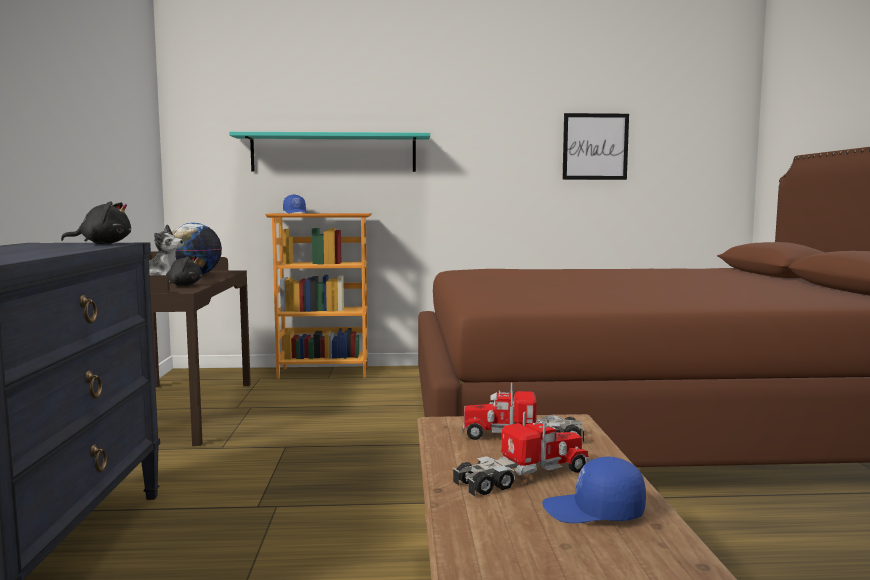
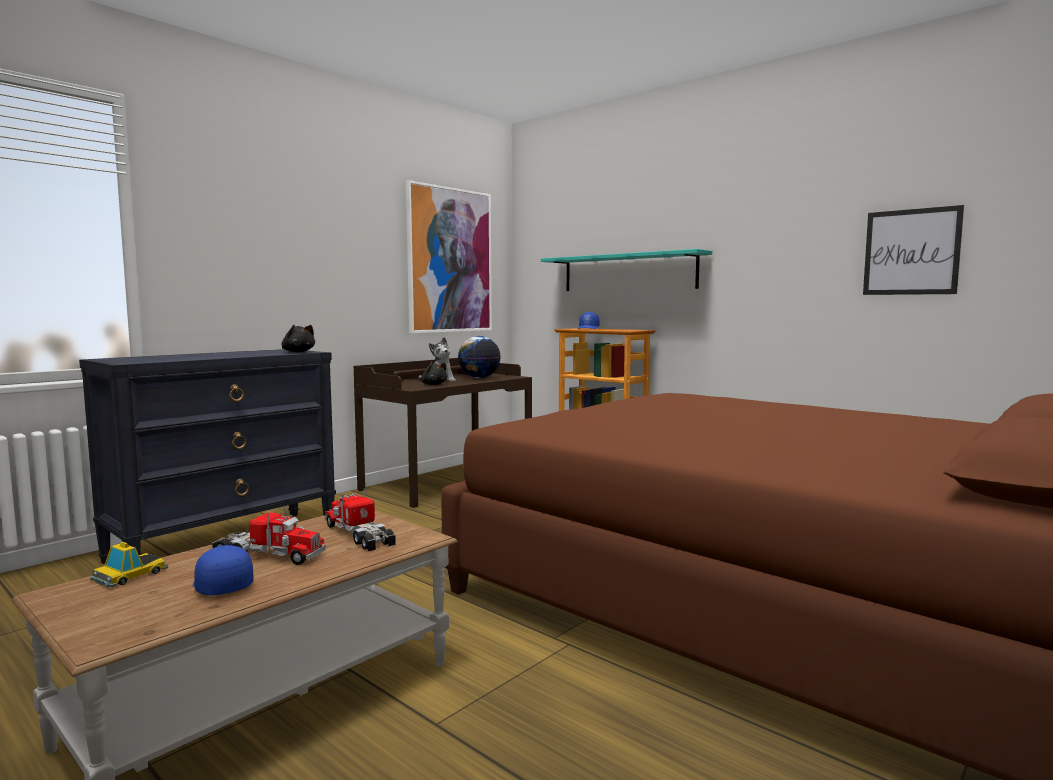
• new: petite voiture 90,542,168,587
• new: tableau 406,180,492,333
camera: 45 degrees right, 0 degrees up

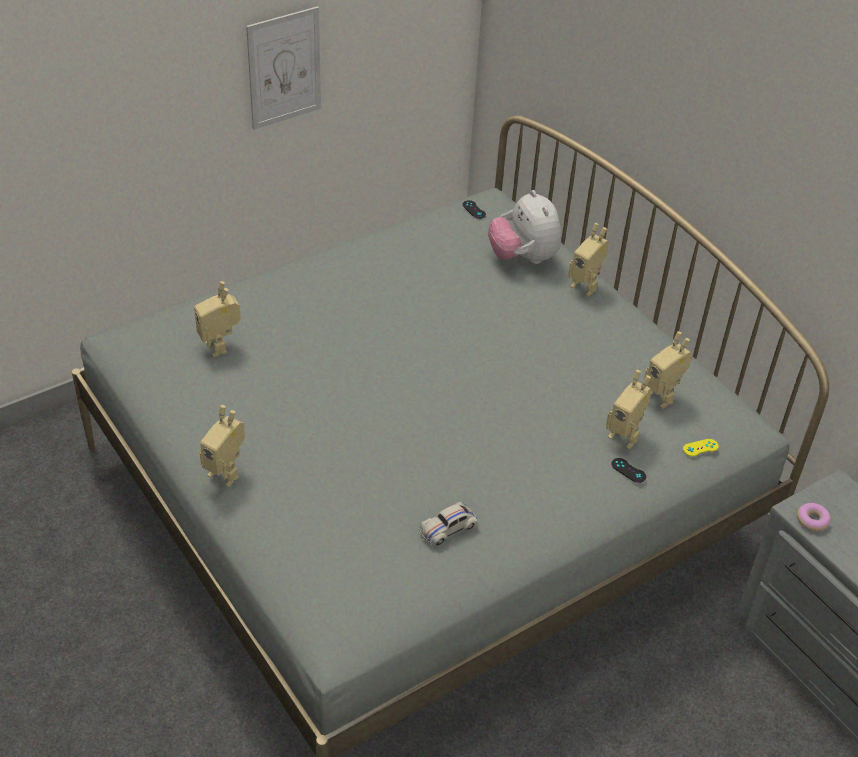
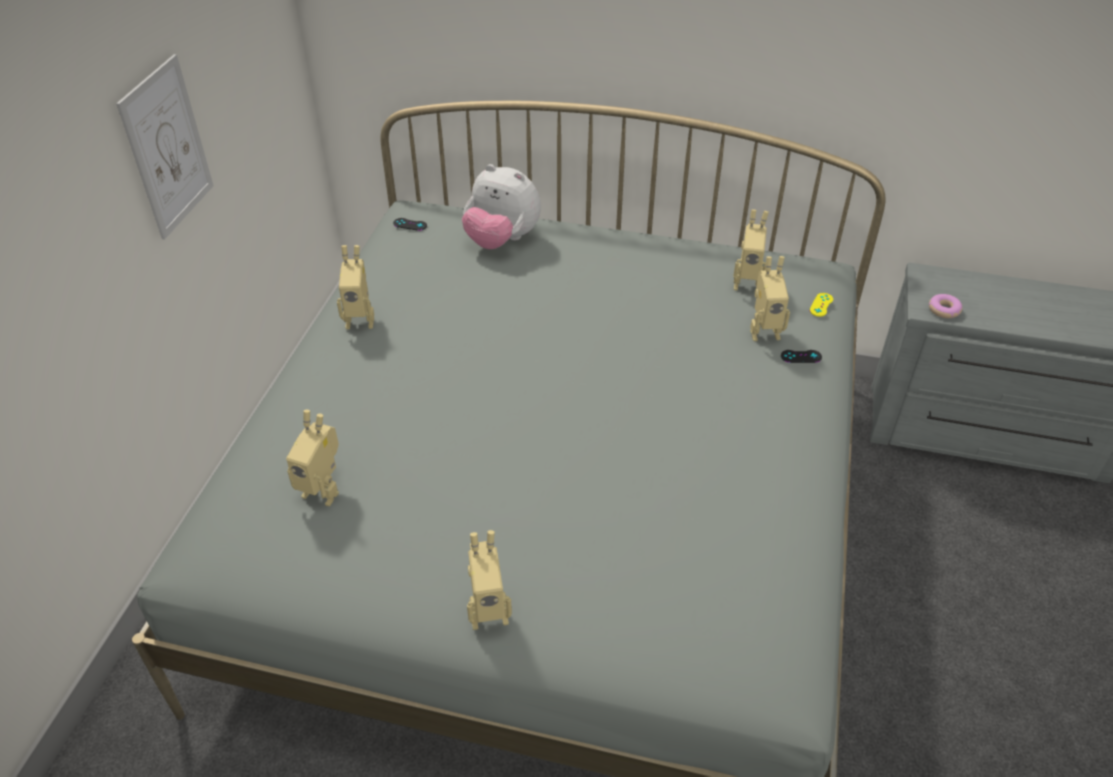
• gone: petite voiture [blanc] 419,502,478,546
• shifted: robot jouet 568,223,609,297 to 337,245,374,329
camera: 40 degrees left, 0 degrees up

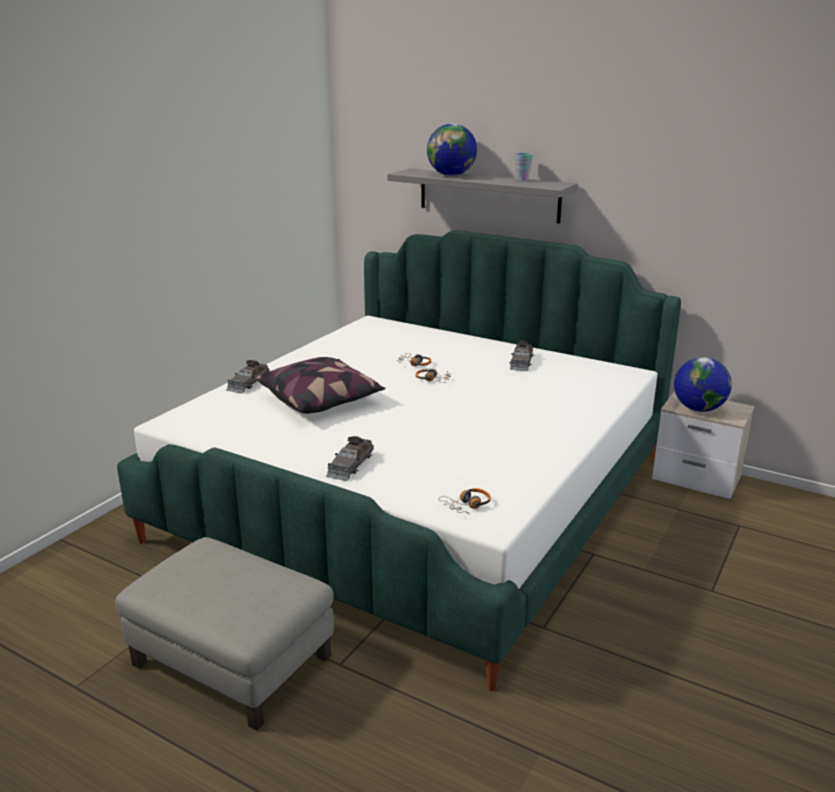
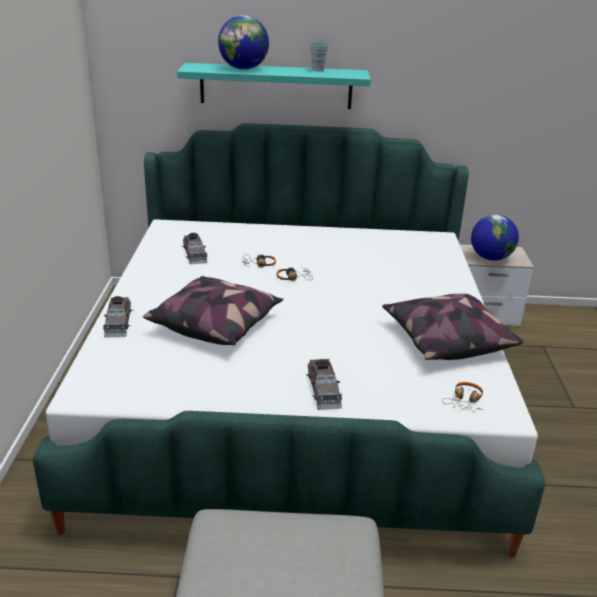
• repainted: étagère [gris] 387,168,578,224 to étagère [turquoise] 177,63,371,109
• shifted: petite voiture [gris] 509,340,534,371 to 182,233,207,264
• new: coussin 382,293,523,360
camera: 30 degrees left, 5 degrees up

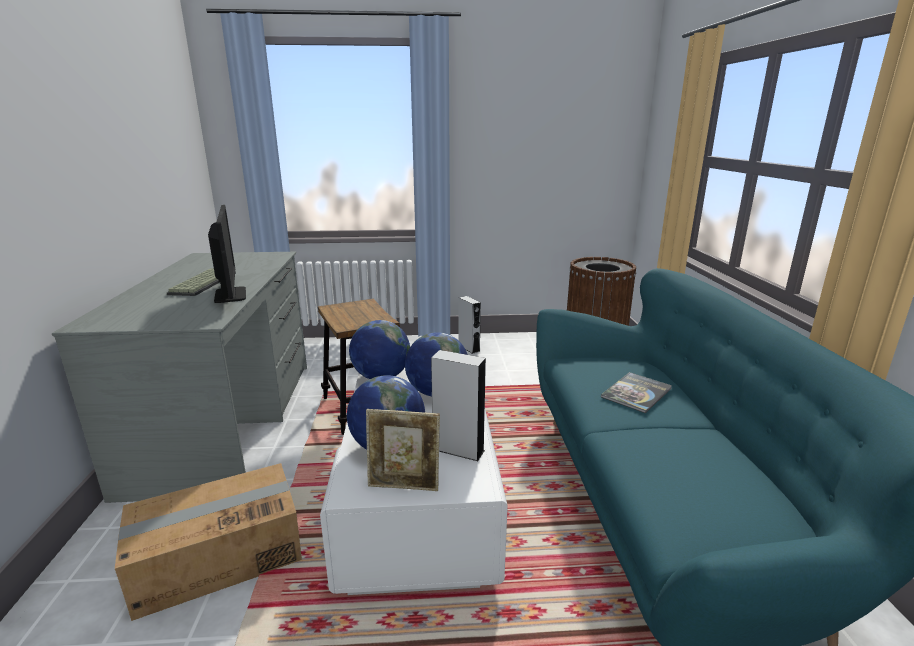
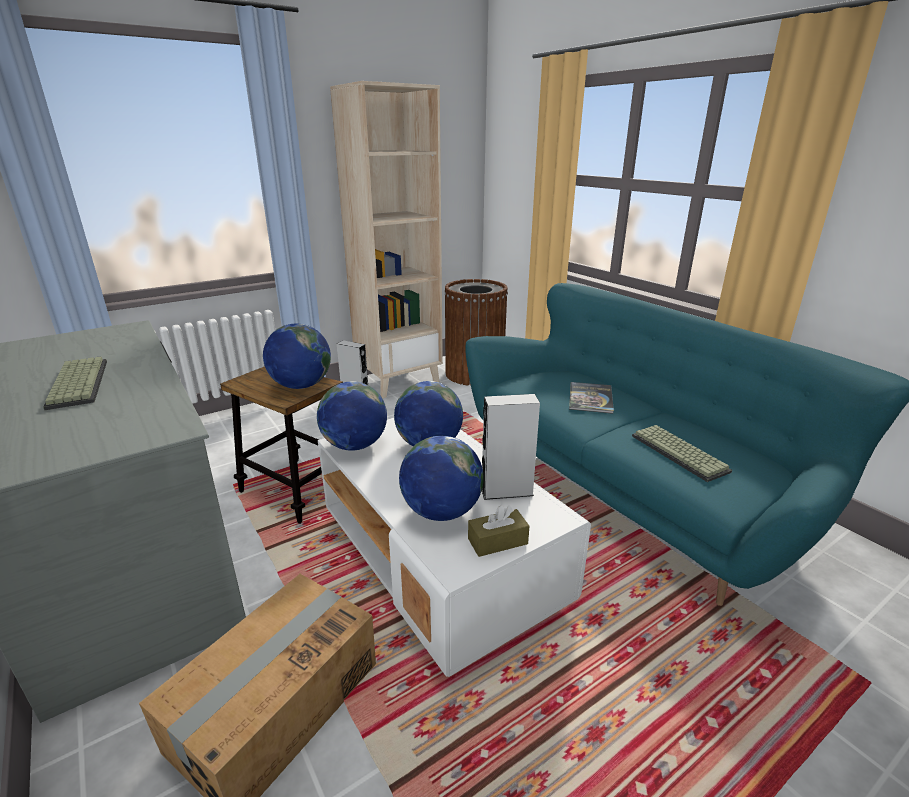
• gone: écran d'ordinateur 208,205,246,303
• swapped: cadre photo 366,409,440,491 to boîte à mouchoirs [marron] 468,505,529,557
• new: globe 263,324,331,389
• new: bibliothèque [beige] 330,81,443,398
• new: clavier 632,425,732,482
camera: 30 degrees left, 5 degrees up

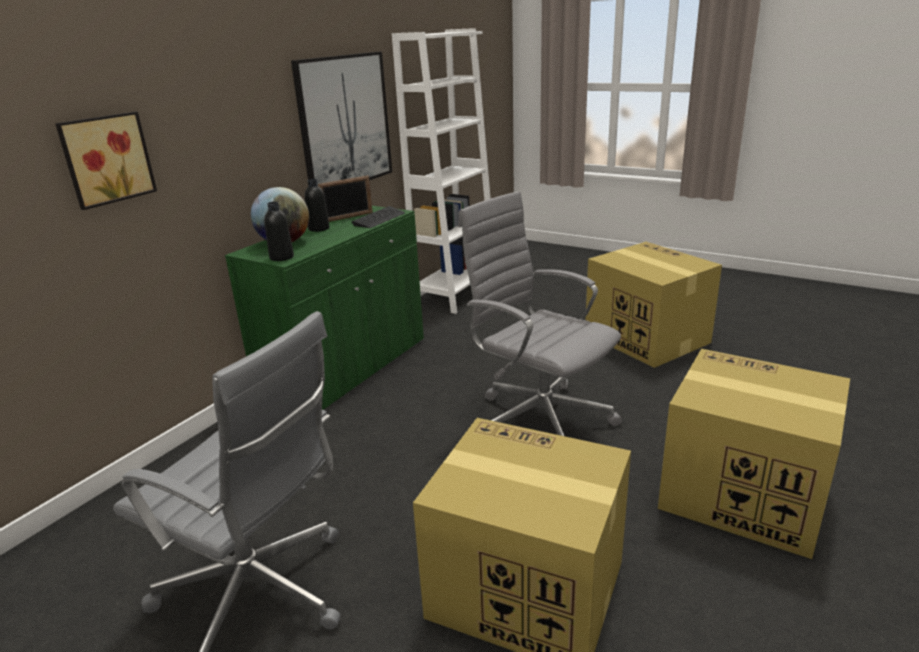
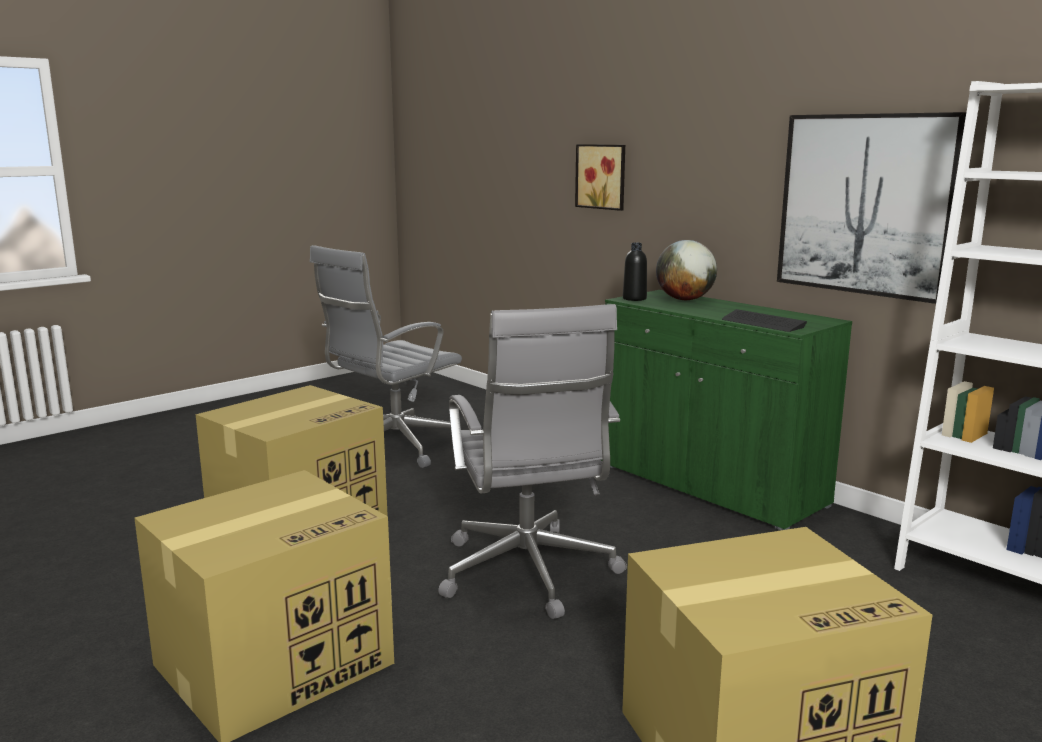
• gone: bouteille [noir] 304,179,329,232
• gone: cadre photo 318,175,373,222
• rotated: chaise de bureau [gris] 458,191,622,436 = 438,304,627,619 105 degrees clockwise
camera: 105 degrees right, 10 degrees down

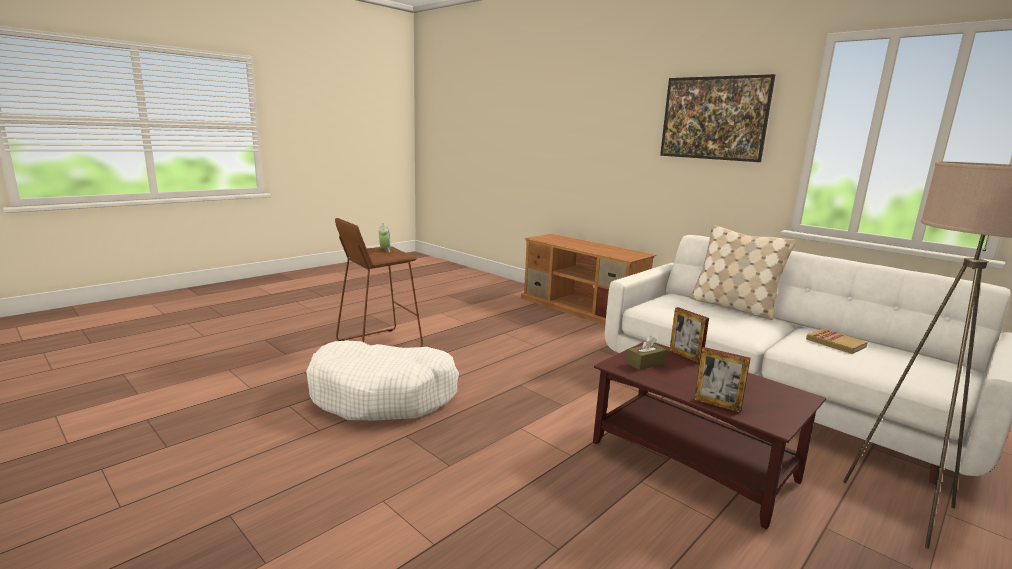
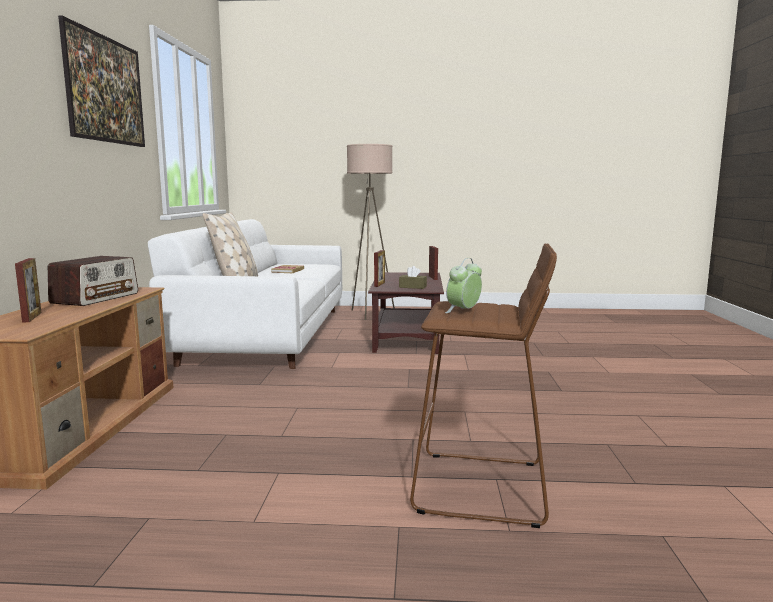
• gone: panier pour chien [blanc] 306,340,459,421
• new: cadre photo 15,258,42,323
• new: radio 48,256,138,306
camera: 130 degrees left, 5 degrees down

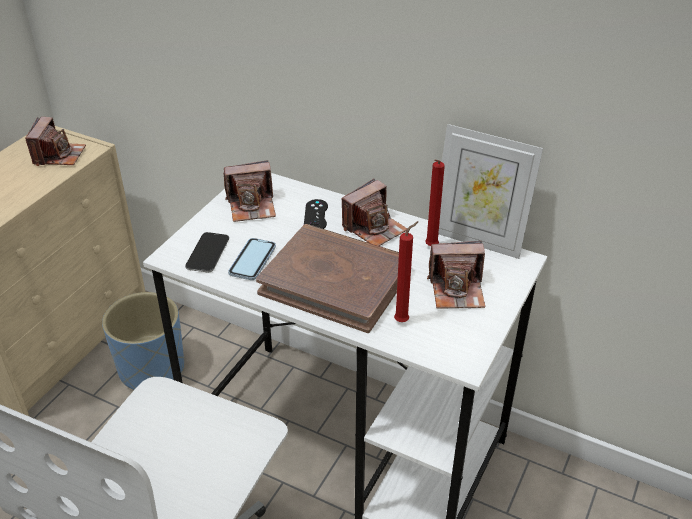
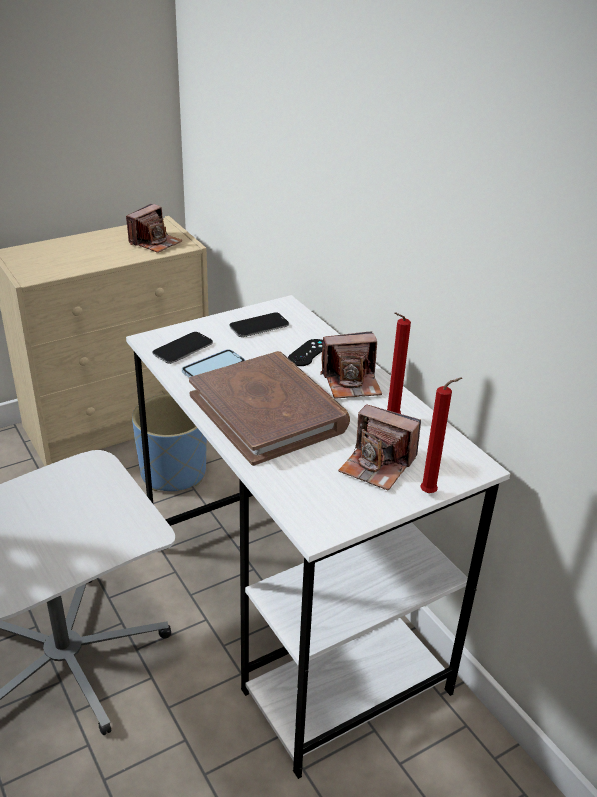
• swapped: appareil photo 223,160,276,222 to téléphone 229,312,289,337
• shifted: bougie [rouge] 394,221,419,322 to 420,378,462,493
• gone: cadre photo 438,124,543,259
camera: 30 degrees right, 5 degrees down

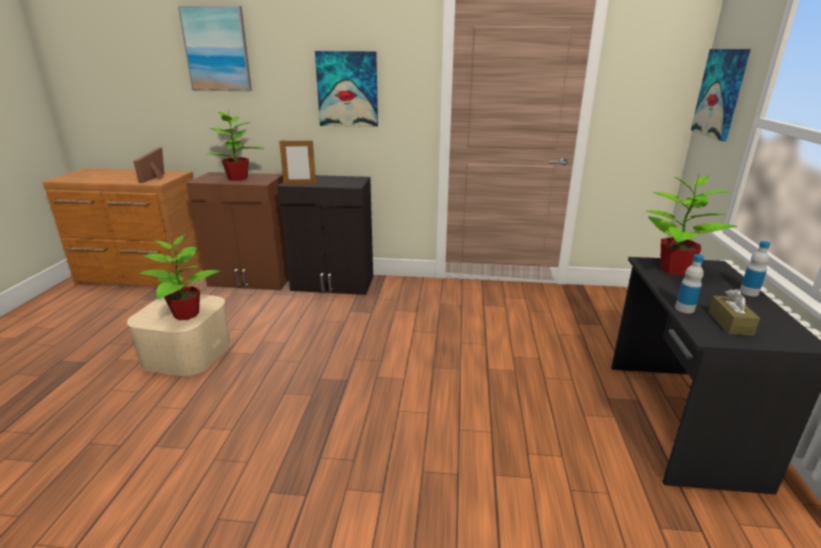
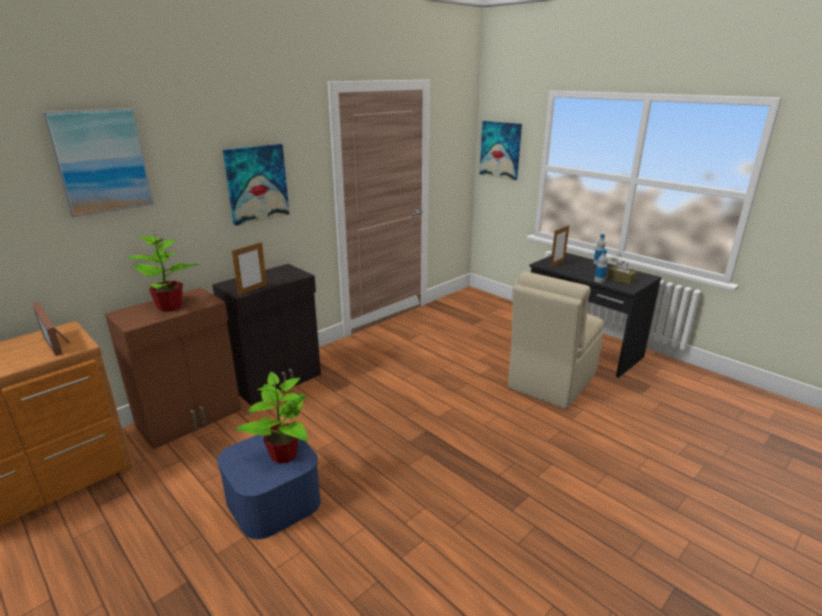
• repainted: boîte de rangement [beige] 127,294,231,376 to boîte de rangement [bleu] 217,435,321,539
• swapped: plante en pot 646,174,737,276 to cadre photo 550,225,569,267
• new: chaise [beige] 508,271,604,409
camera: 50 degrees left, 0 degrees up

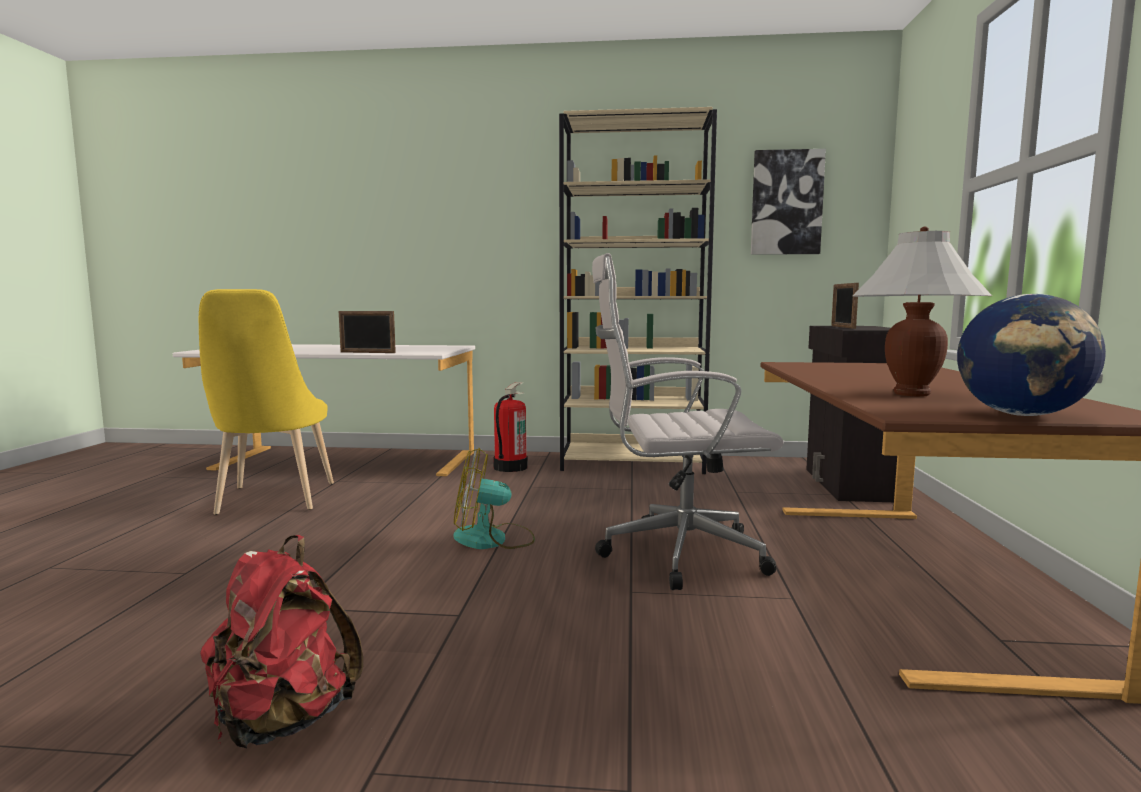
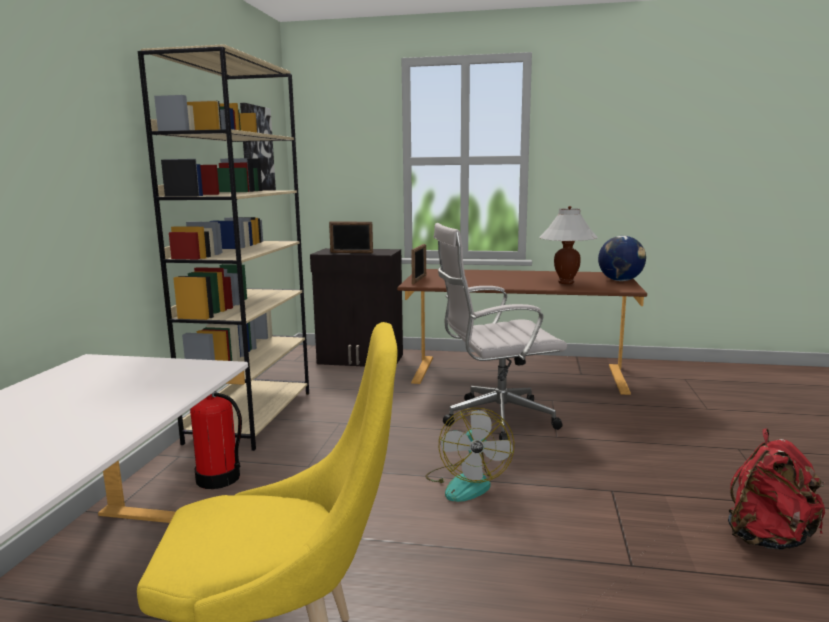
• shifted: cadre photo 339,311,396,353 to 411,244,426,284
• rotated: chaise de bureau [blanc] 592,253,783,590 = 434,223,567,440 75 degrees clockwise
camera: 85 degrees left, 5 degrees up

